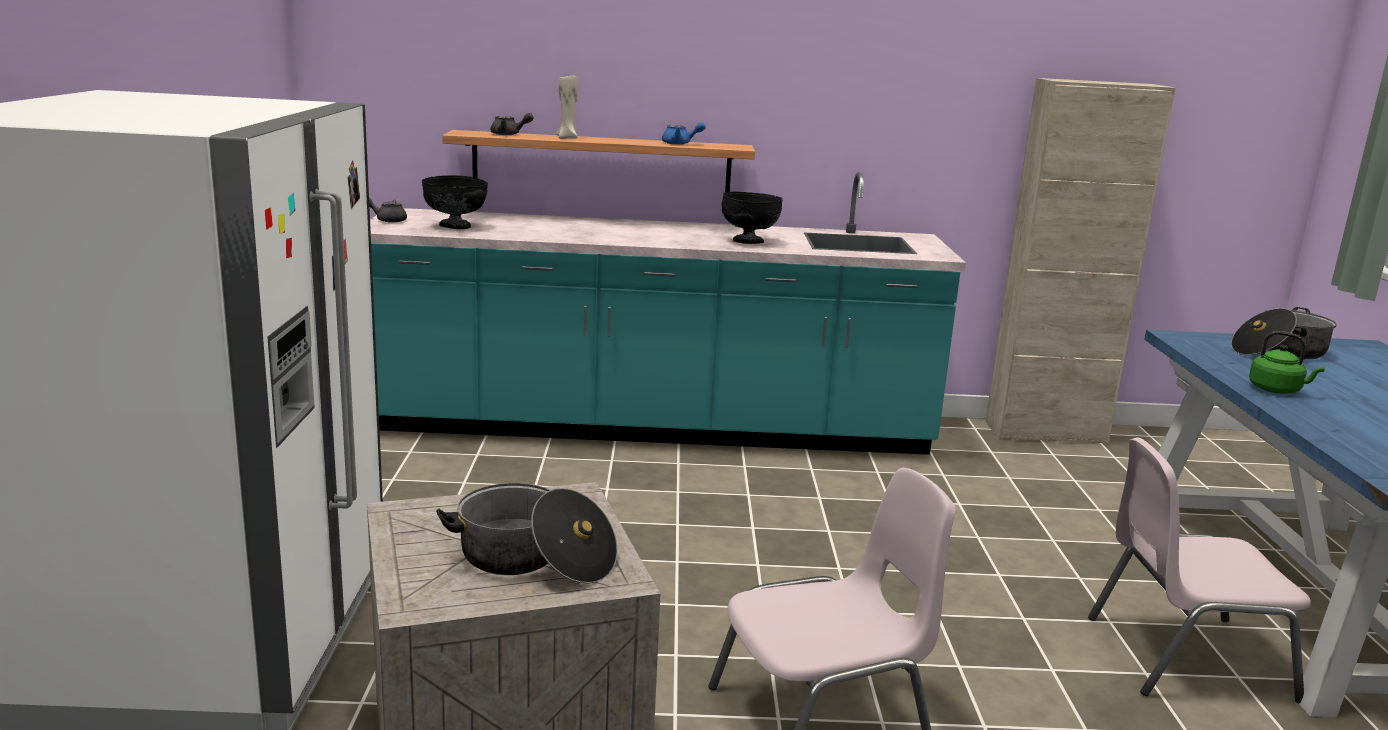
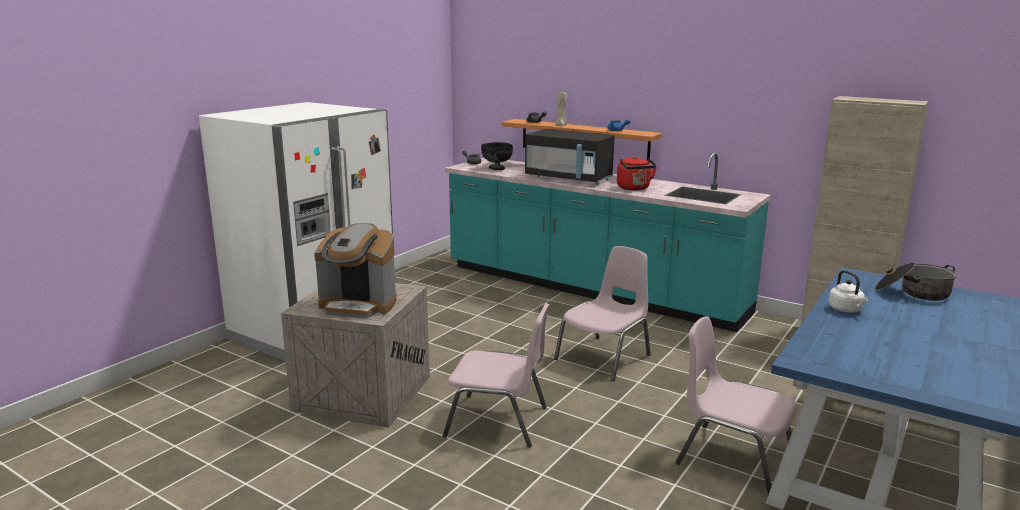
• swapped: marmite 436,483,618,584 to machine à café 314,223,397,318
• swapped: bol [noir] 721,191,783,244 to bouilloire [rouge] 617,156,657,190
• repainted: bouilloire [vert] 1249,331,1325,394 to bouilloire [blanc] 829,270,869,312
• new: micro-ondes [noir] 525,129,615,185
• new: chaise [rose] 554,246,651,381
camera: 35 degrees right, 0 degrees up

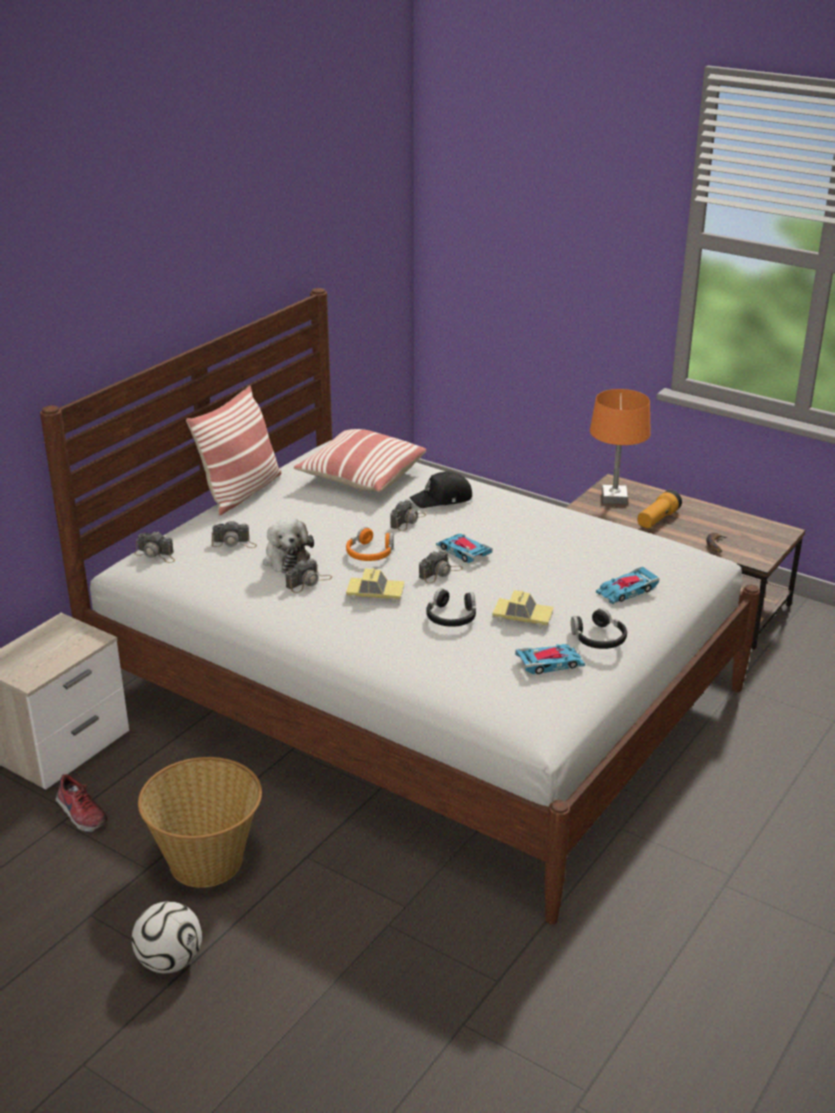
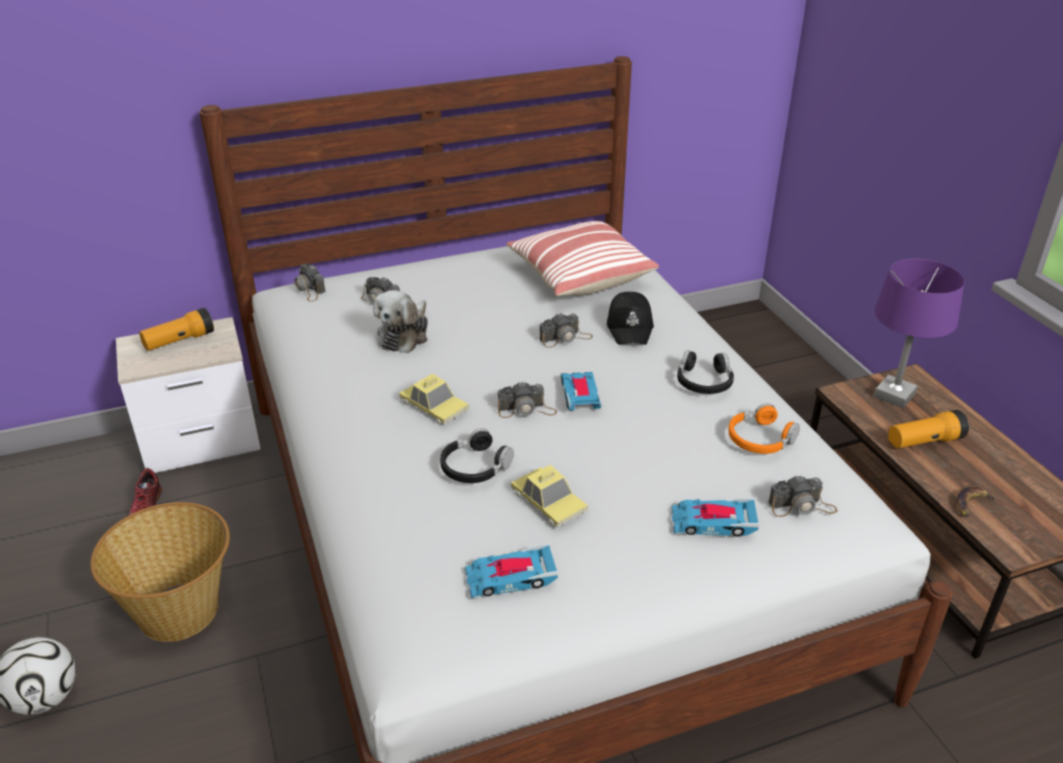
• gone: coussin 186,385,281,515
• shifted: appareil photo 285,559,332,593 to 768,475,838,517
• shifted: casque audio [orange] 346,527,394,561 to 728,403,800,454
• rotated: casquette [noir] 409,471,472,508 = 607,292,654,345 105 degrees counterclockwise
• rotated: petite voiture 515,644,585,674 = 465,544,558,598 150 degrees clockwise
• shifted: casque audio [noir] 571,608,627,649 to 677,350,734,394
• repainted: lampe de table [orange] 590,389,651,504 to lampe de table [violet] 874,259,964,408
• new: lampe de poche 139,308,214,351
camera: 35 degrees right, 5 degrees up

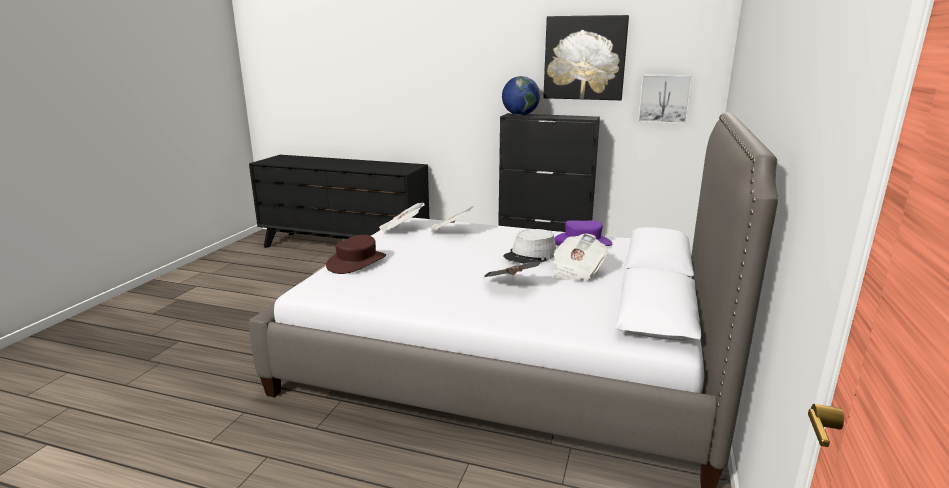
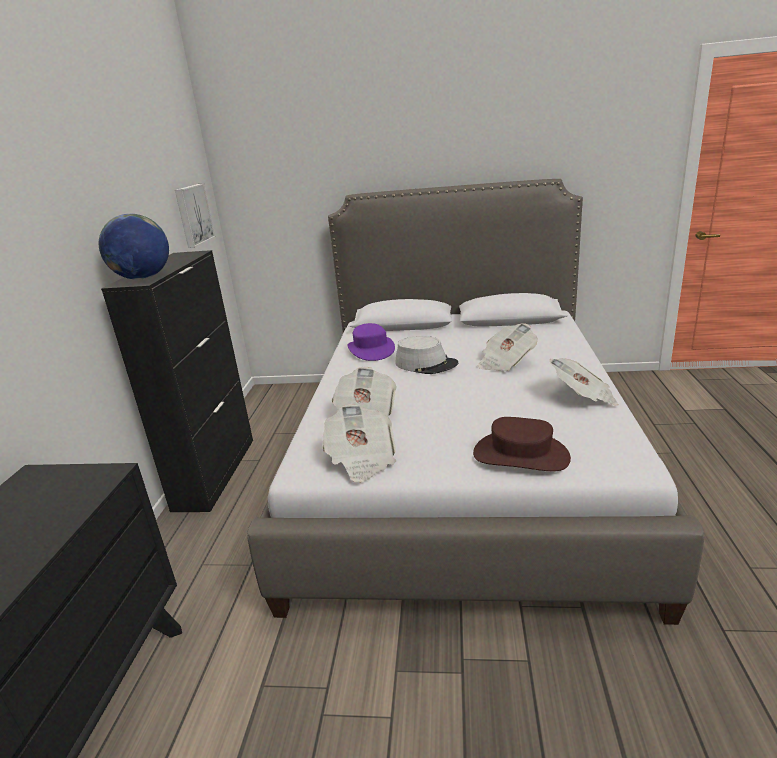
• gone: tableau 543,15,629,100
• shifted: journal 552,234,608,280 to 549,358,619,406
camera: 100 degrees left, 5 degrees up

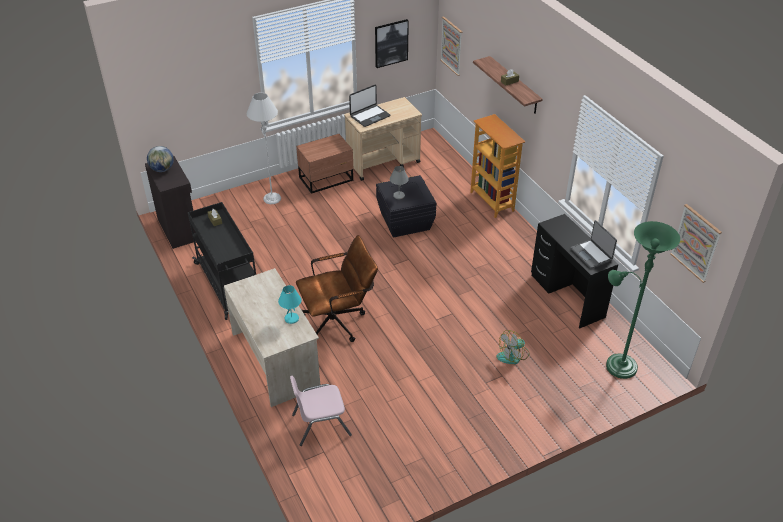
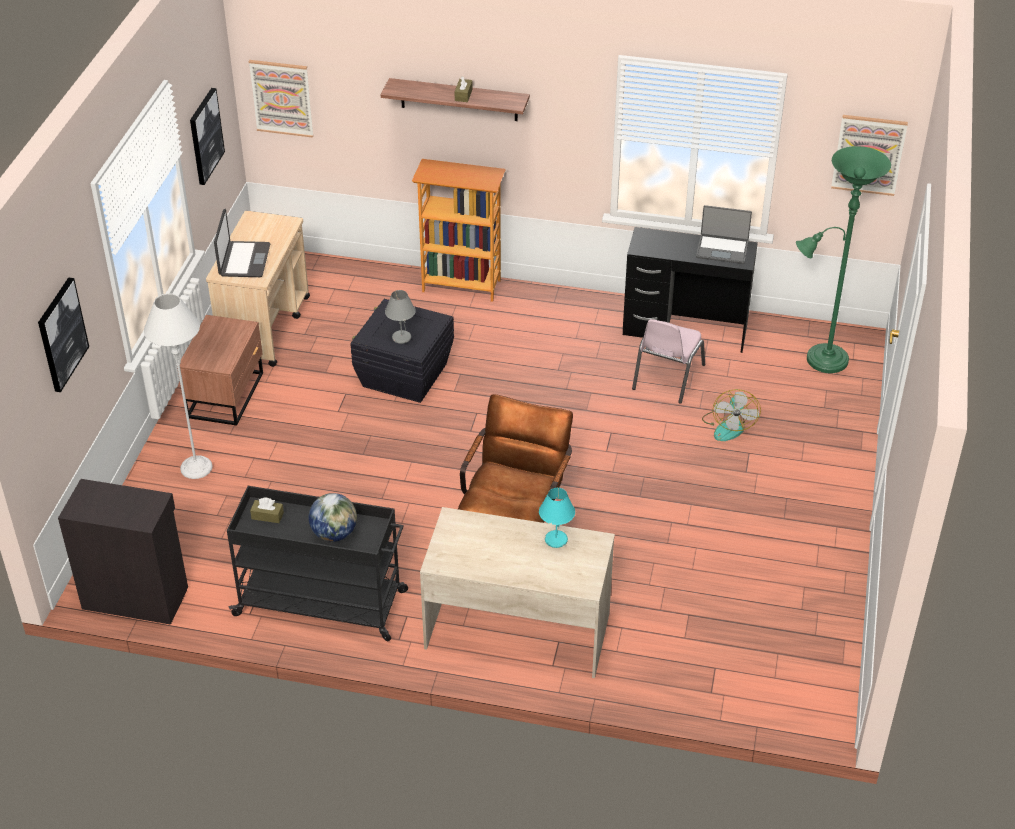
• shifted: globe 147,146,174,172 to 309,493,357,542
• shifted: chaise [rose] 290,376,352,446 to 632,319,705,404
• new: tableau 38,277,89,392
camera: 50 degrees left, 0 degrees up

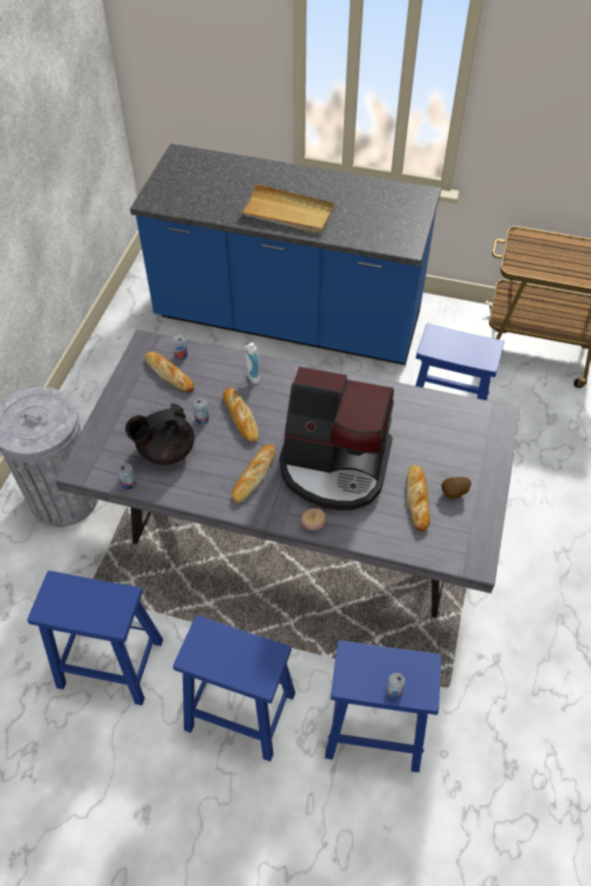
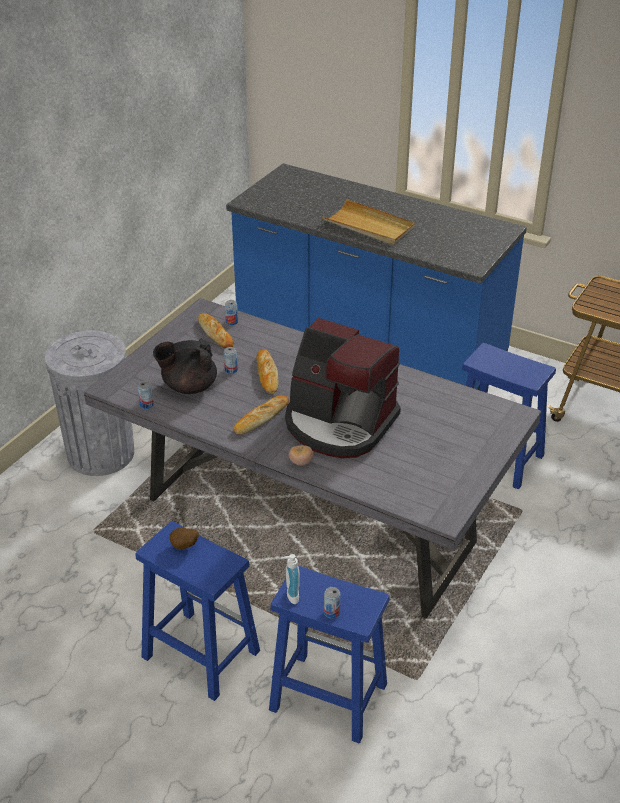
• gone: tabouret [bleu] 27,571,163,705
• shifted: distributeur de savon 242,342,260,383 to 281,554,300,604
• gone: pain 406,465,430,532
• shifted: pomme de terre 442,477,471,499 to 170,527,199,549
camera: 15 degrees right, 15 degrees down

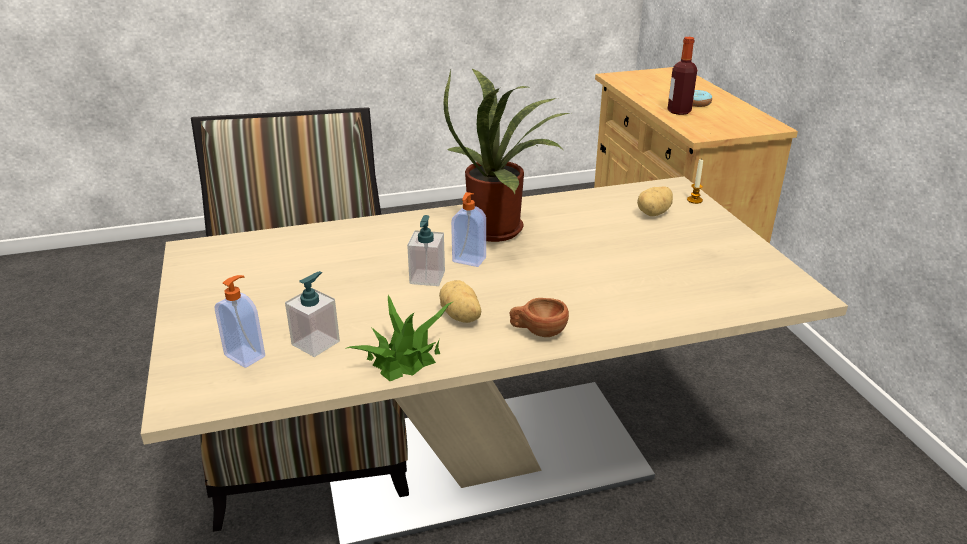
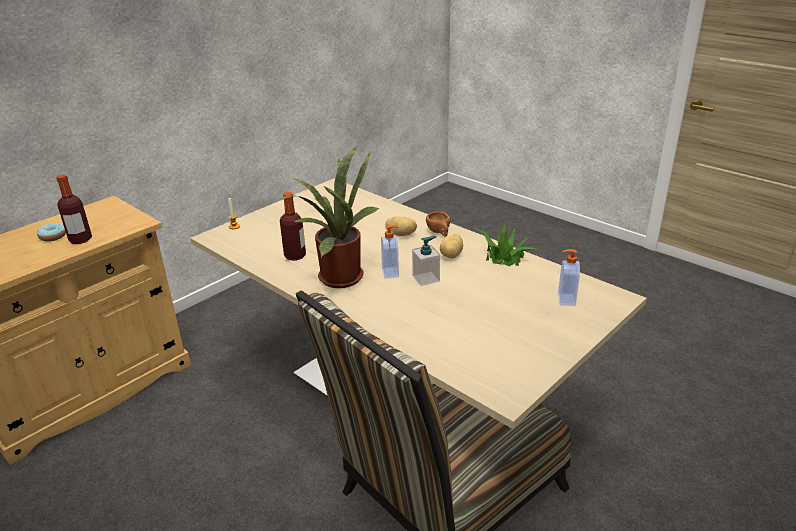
• gone: distributeur de savon 285,271,340,357
• shifted: pomme de terre 637,186,673,216 to 386,217,417,236
• new: bouteille 280,192,306,261
camera: 120 degrees left, 0 degrees up

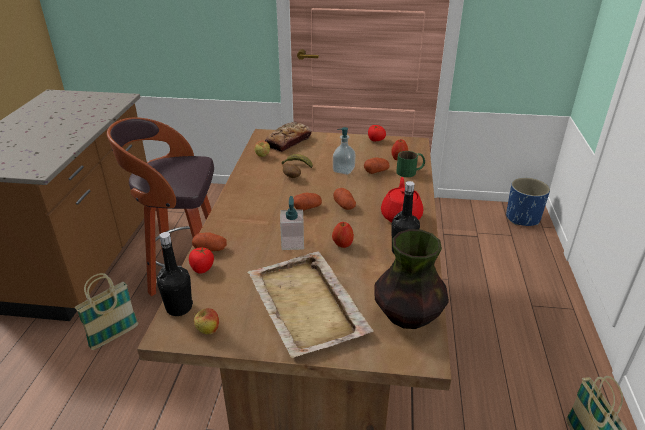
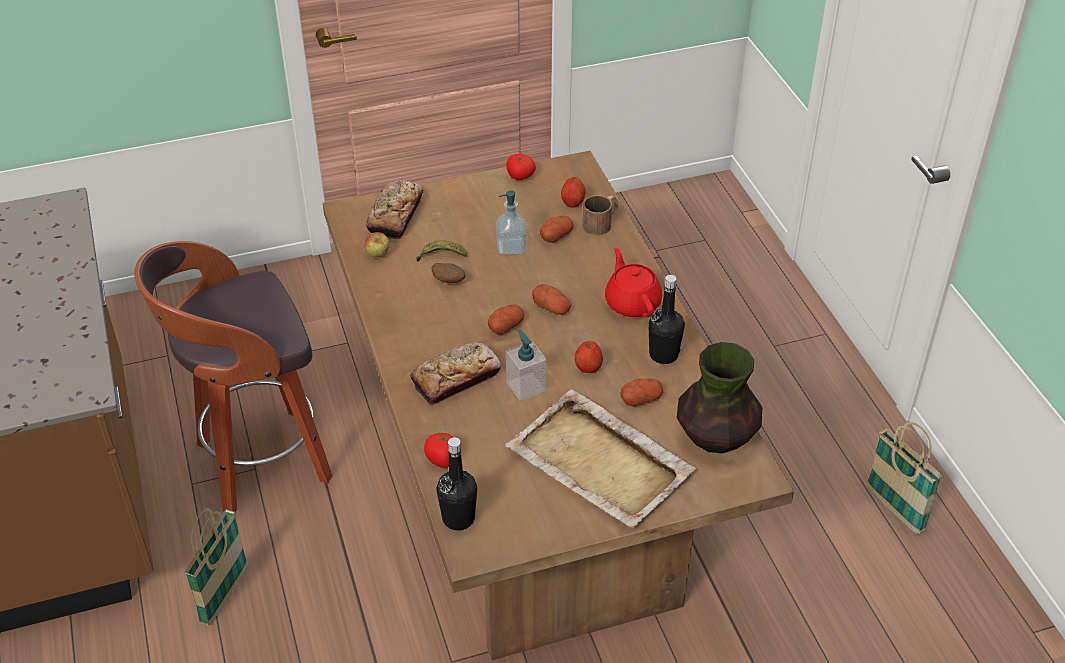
• shifted: pomme de terre 192,232,227,251 to 621,379,663,407
• gone: pomme 194,308,219,334
• repainted: mug [vert] 396,151,425,177 to mug [marron] 583,195,618,235
• gone: cache-pot [bleu] 506,178,550,226
• new: pain 410,342,501,405
camera: 25 degrees left, 10 degrees up

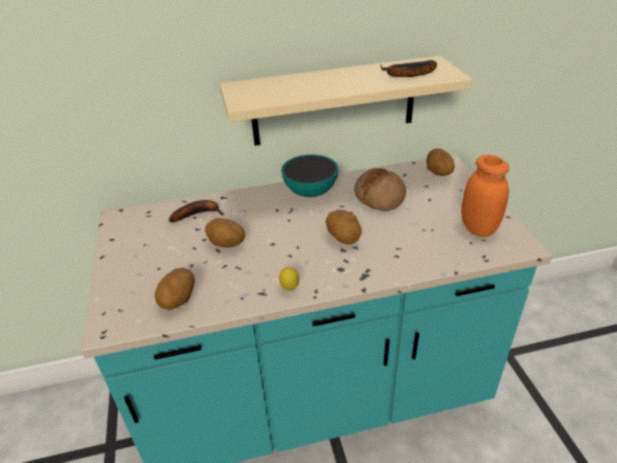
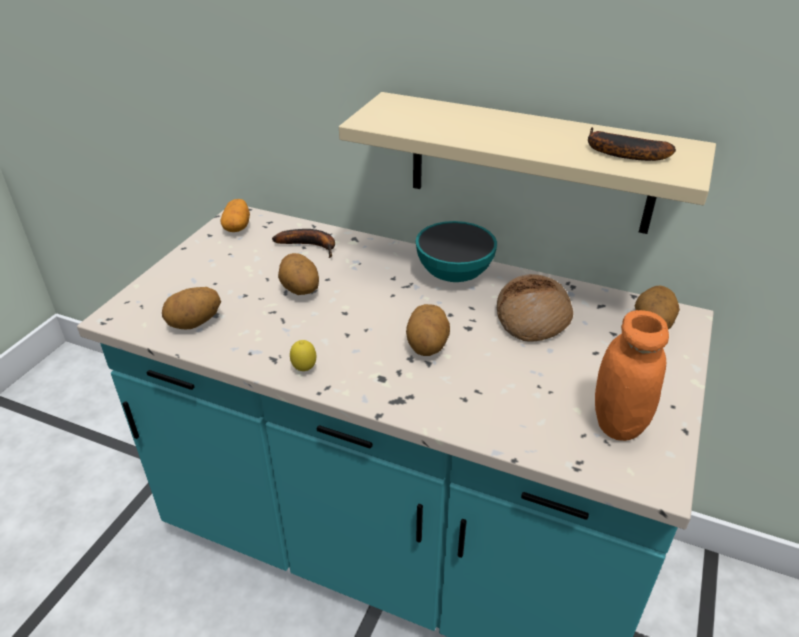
• new: pomme de terre 221,199,250,232
camera: 35 degrees right, 0 degrees up

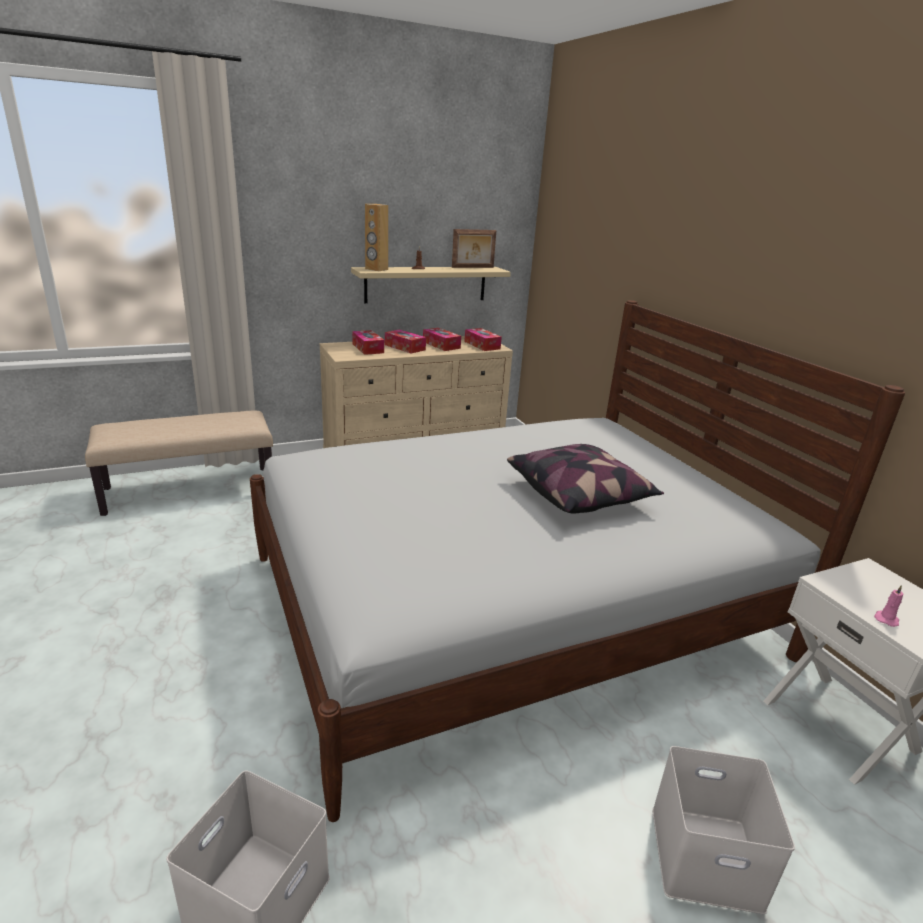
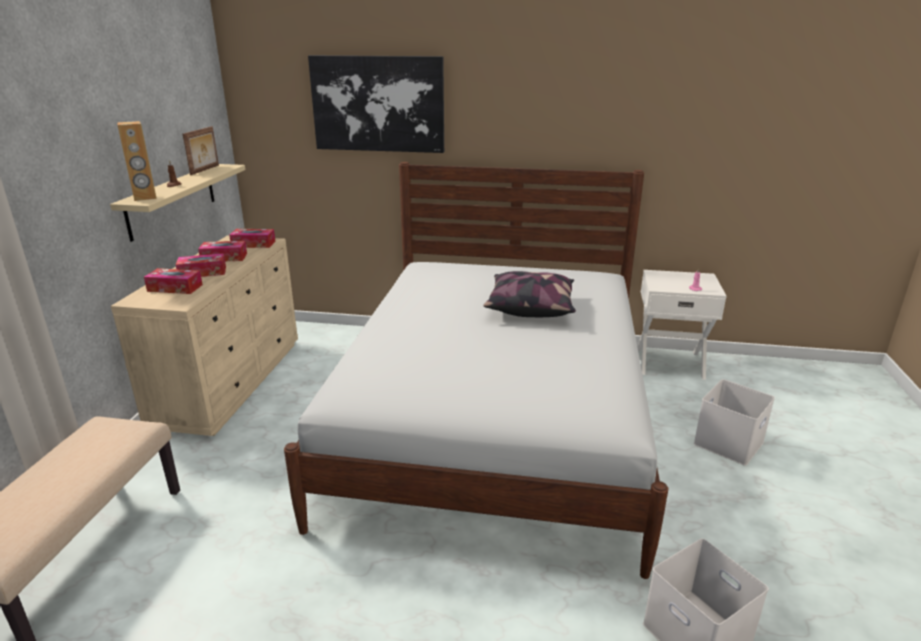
• new: tableau 308,55,444,153
camera: 55 degrees left, 0 degrees up

